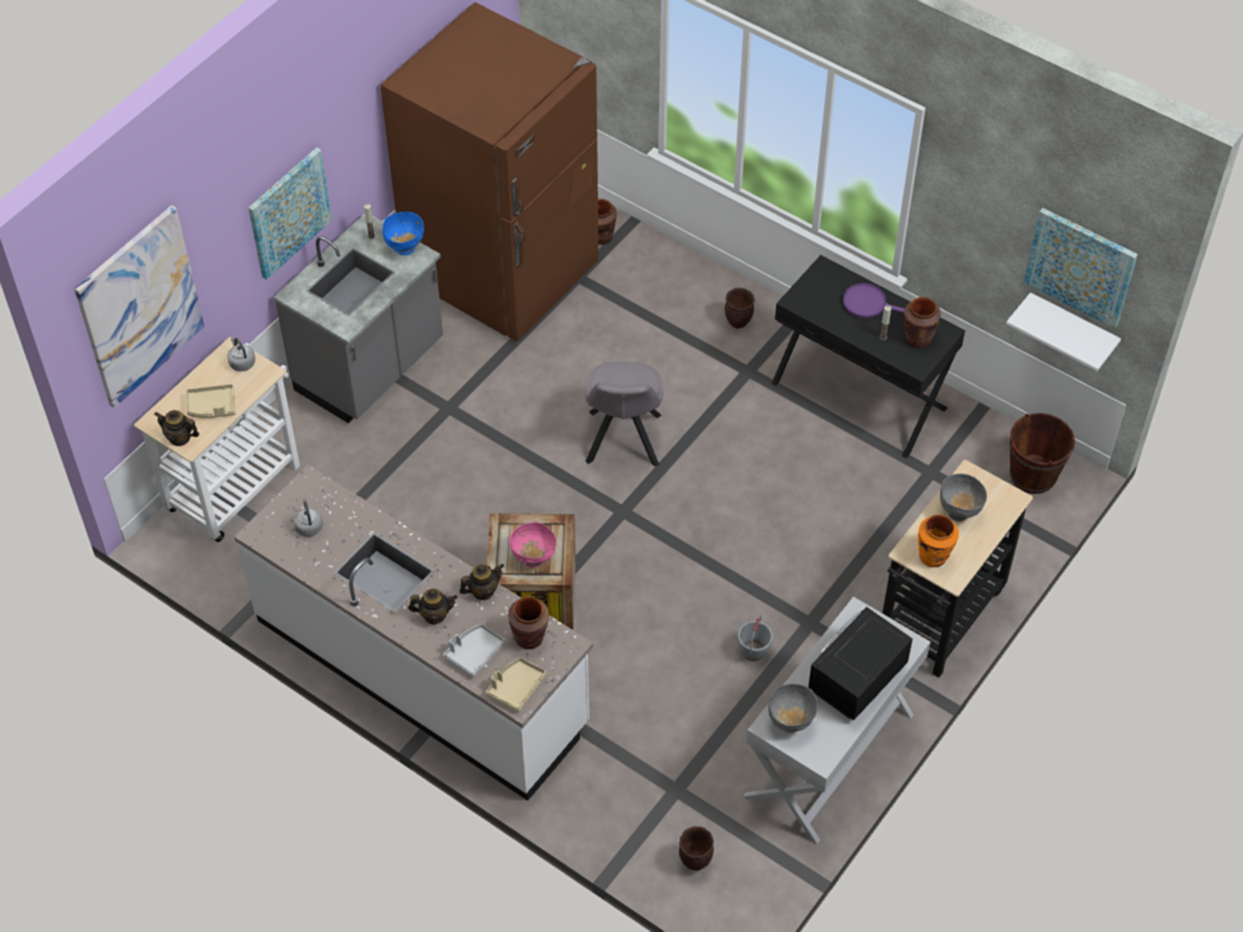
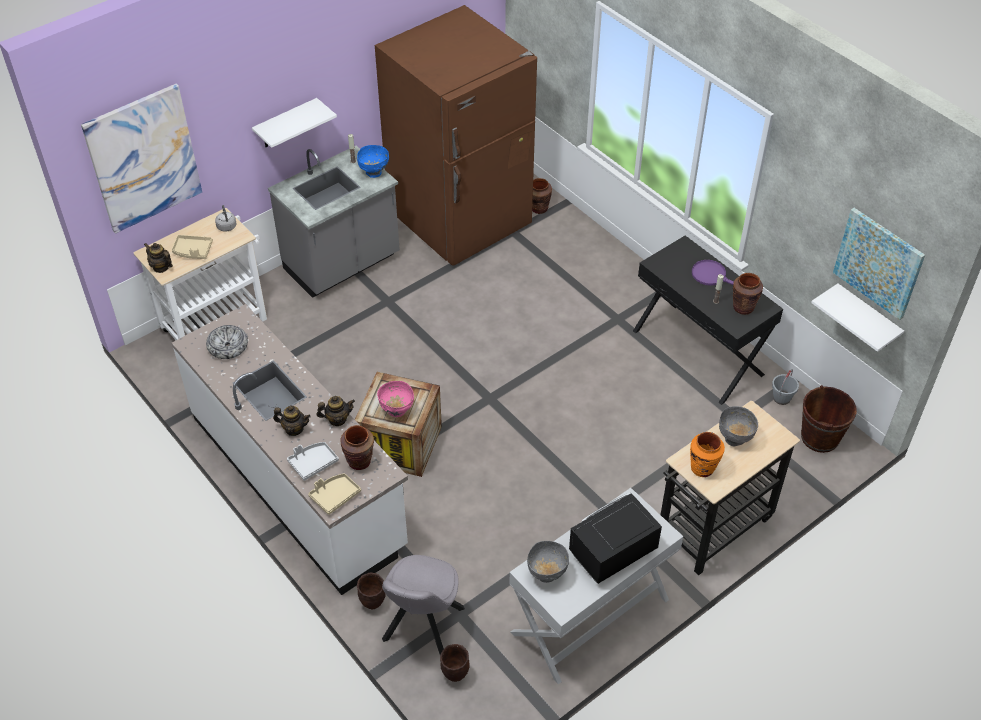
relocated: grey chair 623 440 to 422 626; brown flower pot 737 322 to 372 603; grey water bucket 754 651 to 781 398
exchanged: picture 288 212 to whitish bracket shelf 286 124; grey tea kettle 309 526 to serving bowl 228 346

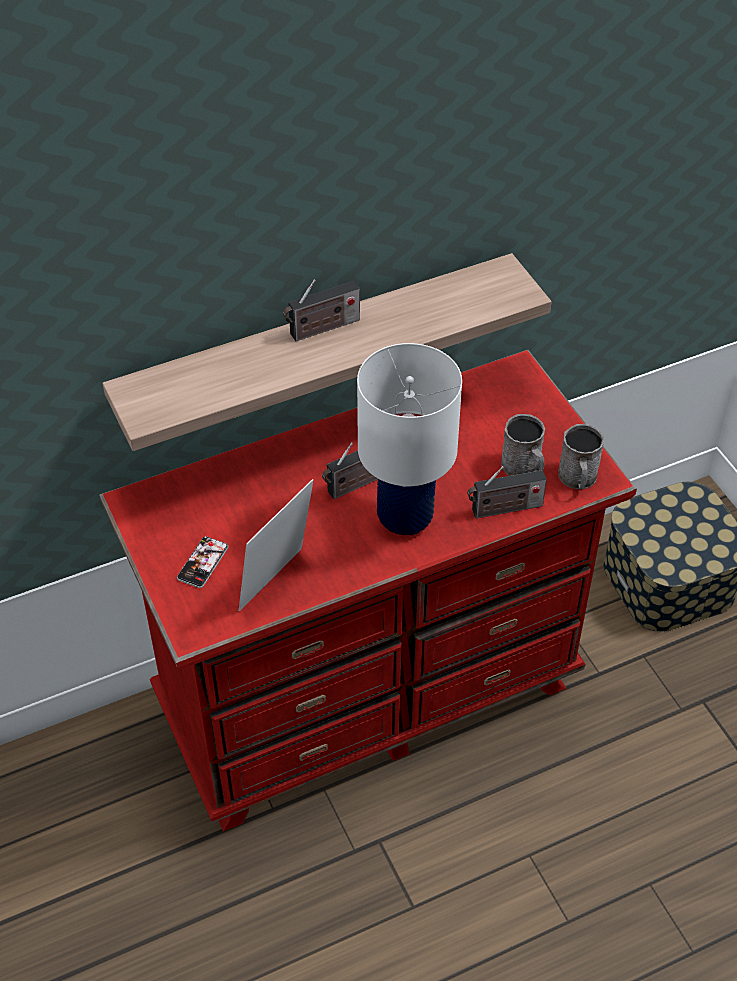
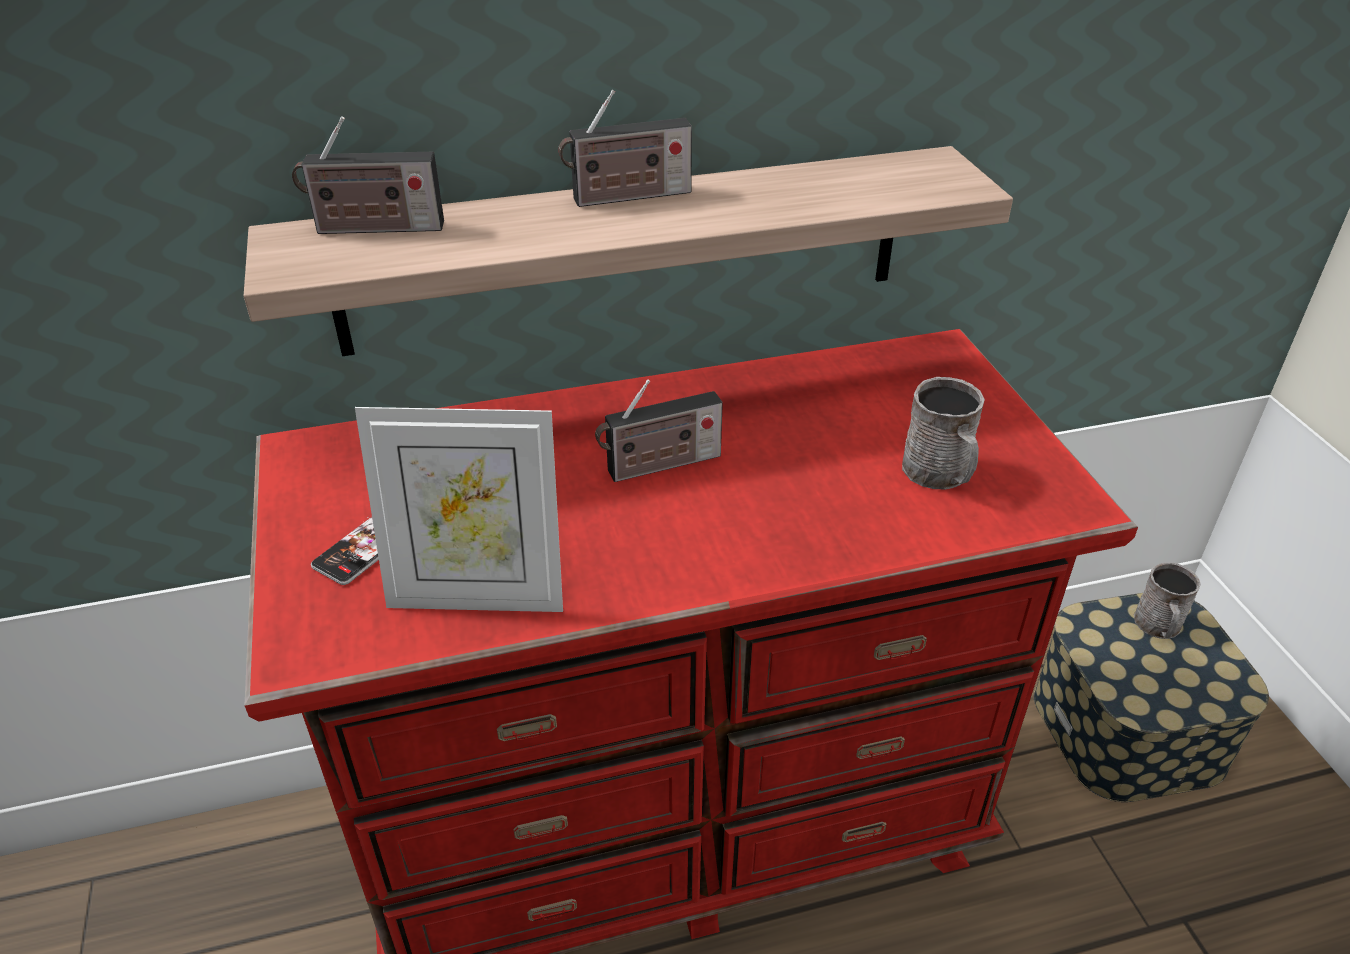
missing: whitish tabletop lamp 404 519
relocated: radio set 504 509 to 374 228; grey mug 578 479 to 1158 627
spun: photo frame 278 584 = 477 596 135 degrees counterclockwise

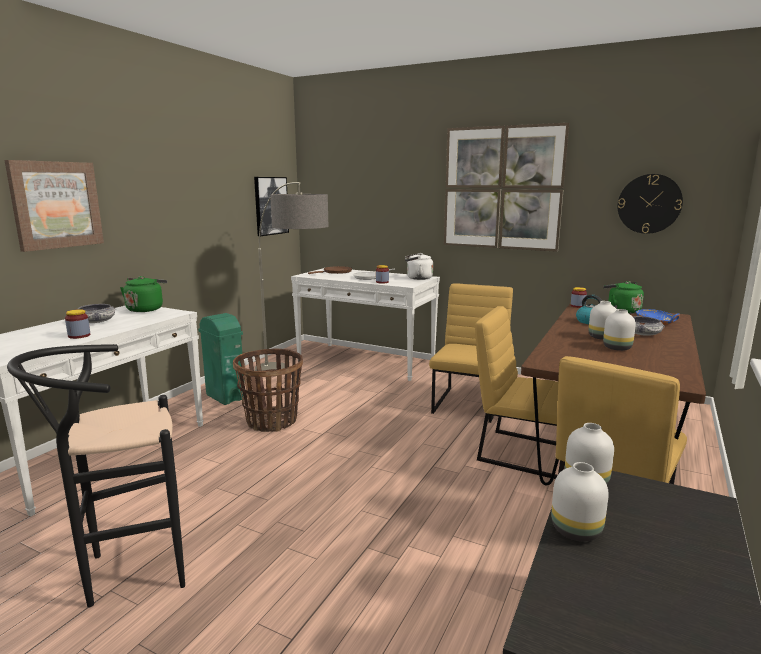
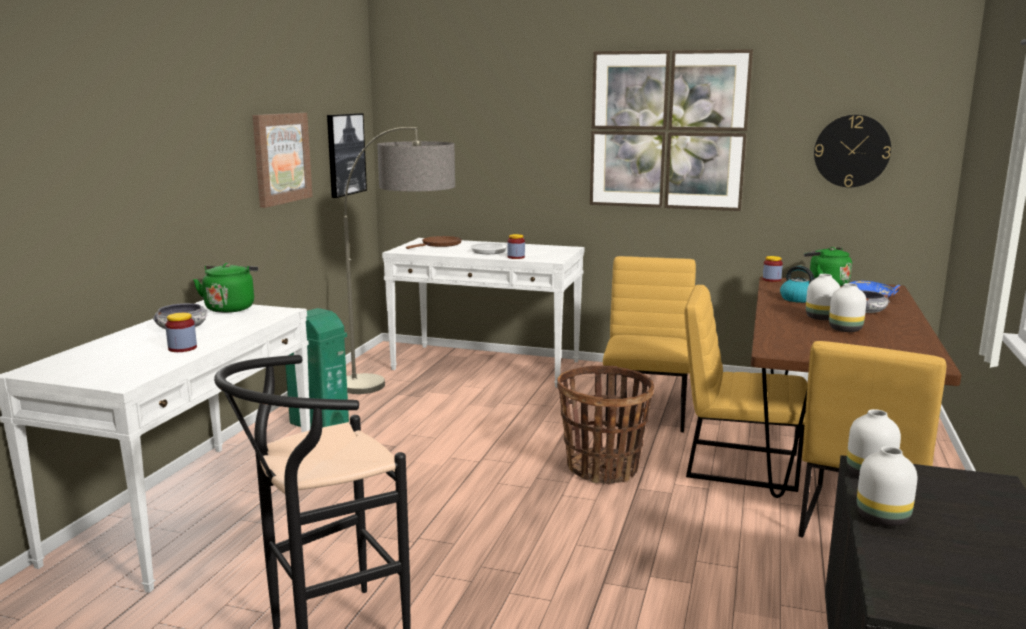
missing: whitish tea kettle 417 278
relocated: picture 56 205 to 281 158; storage basket 272 421 to 603 468

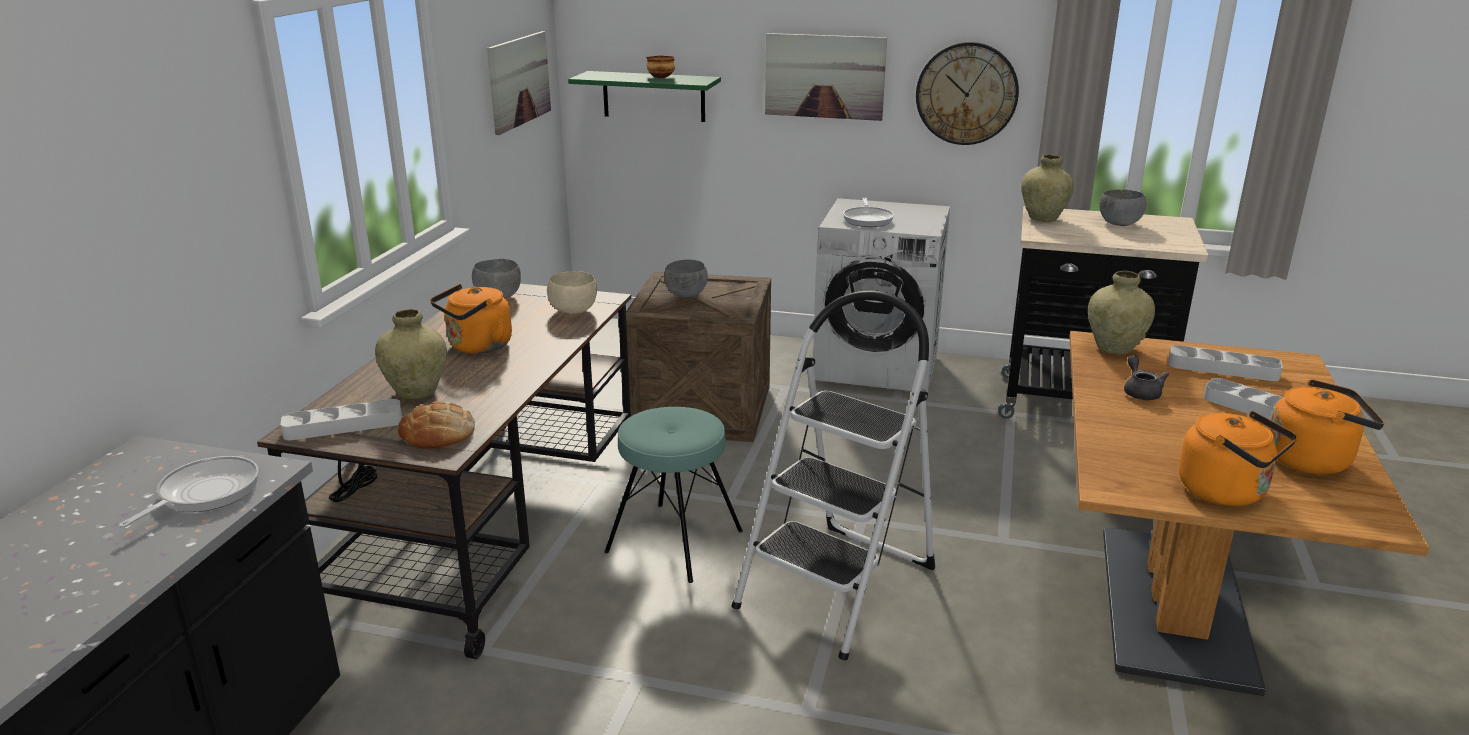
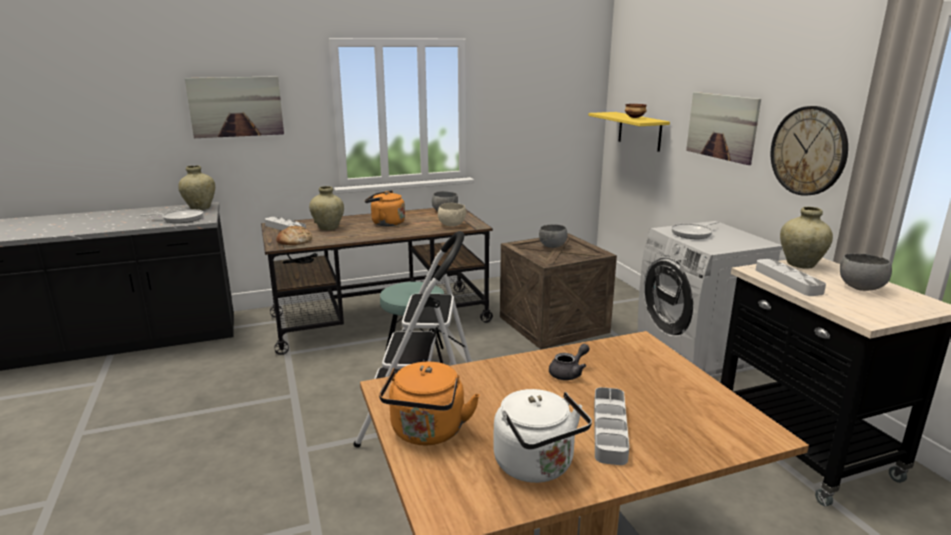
relocated: picture 519 81 to 236 107; beige decorative vase 1114 348 to 200 208; grey serving tray 1223 369 to 788 281
colour: greenish bracket shelf 653 96 to yellowish bracket shelf 639 131; orange tea kettle 1313 460 to whitish tea kettle 537 466

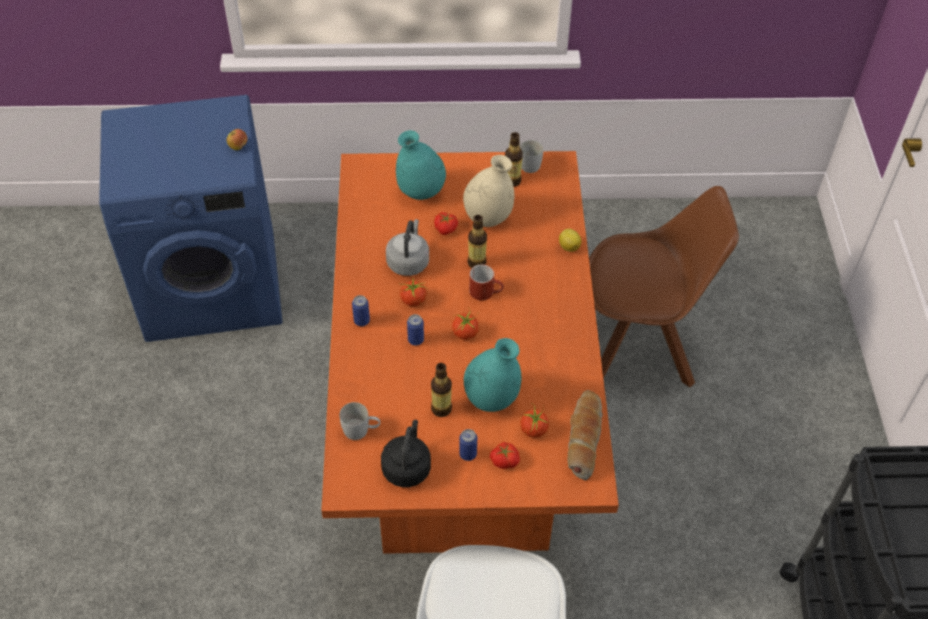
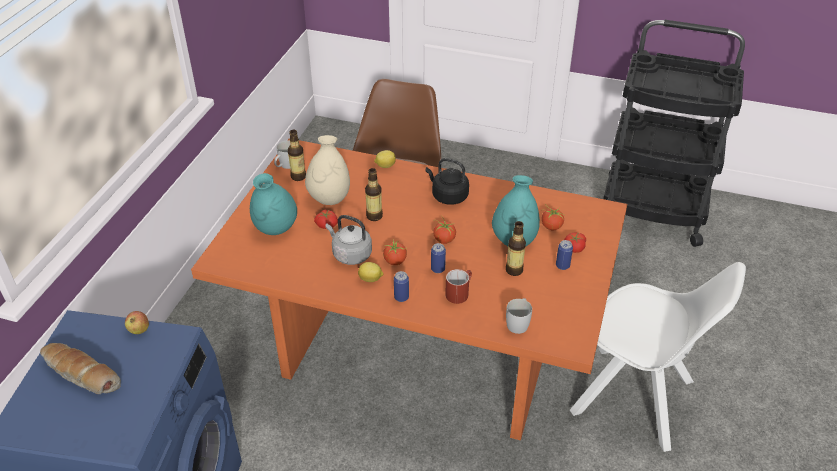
appeared: whole lemon 371 279
relocated: black tea kettle 407 467 to 448 196; reddish mug 486 292 to 459 292; baked bread 583 439 to 81 375

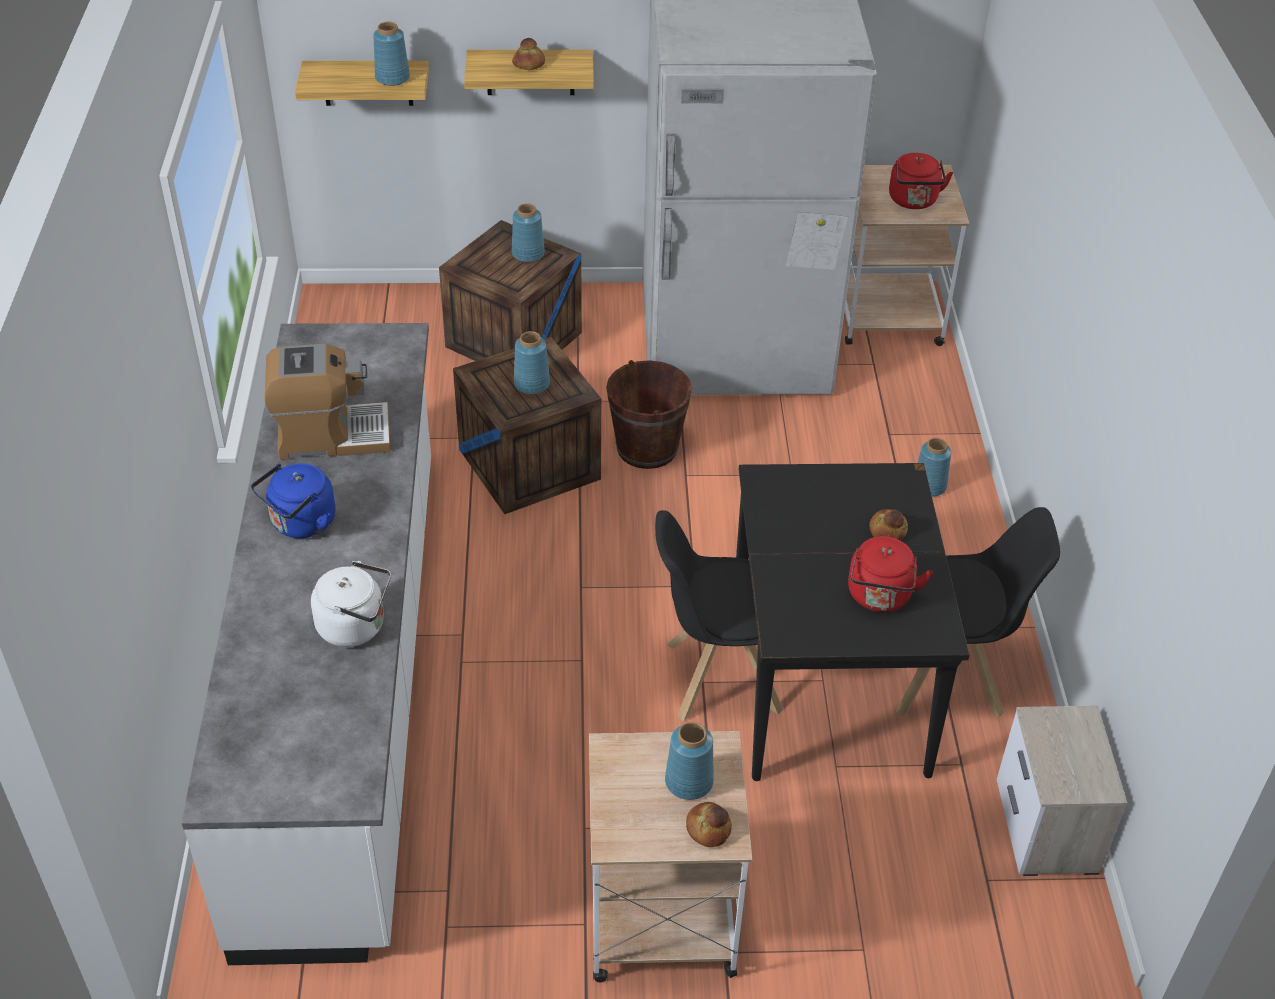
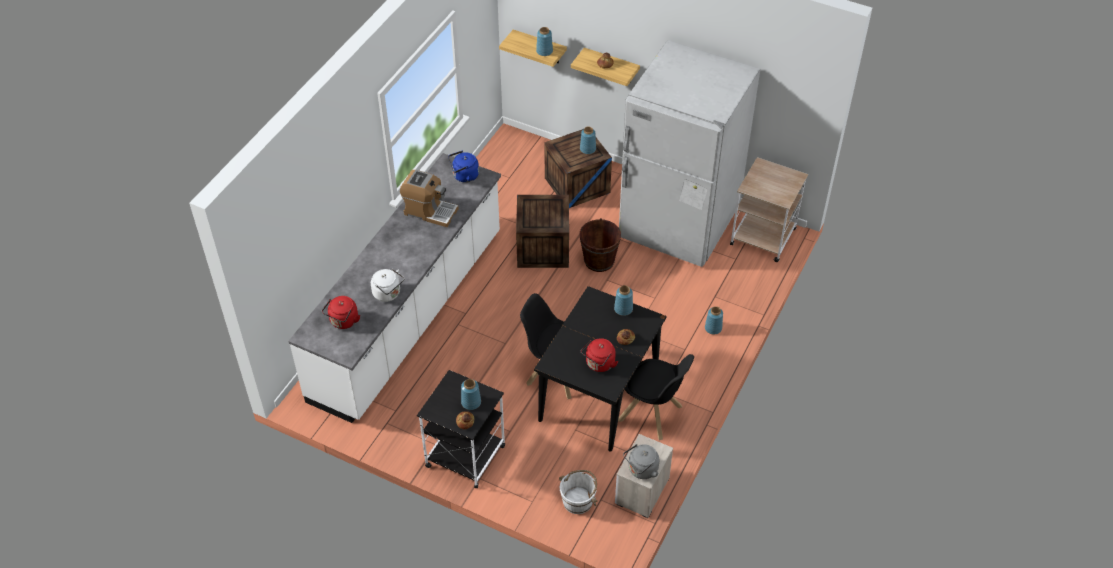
appeared: whitish water bucket 578 501; grey tea kettle 641 470
relocated: blue tea kettle 300 524 to 464 176; blue decorative vase 532 383 to 623 309; reddish tea kettle 914 201 to 343 322
colour: beige wheeled cart 658 917 to black wheeled cart 464 455

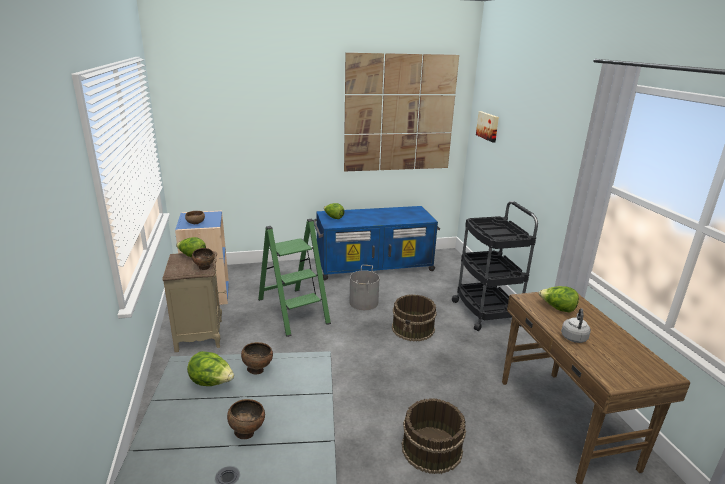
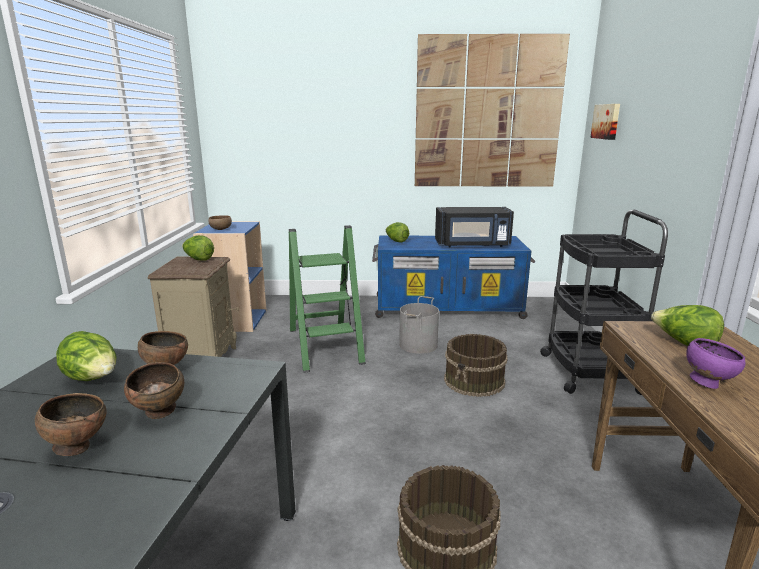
appeared: black kitchen microwave 472 245
relocated: brown serving bowl 205 268 to 160 413
exchanged: grey tea kettle 573 337 to purple serving bowl 707 383

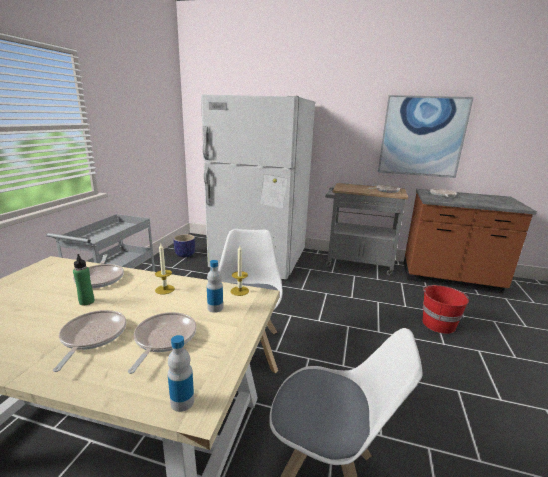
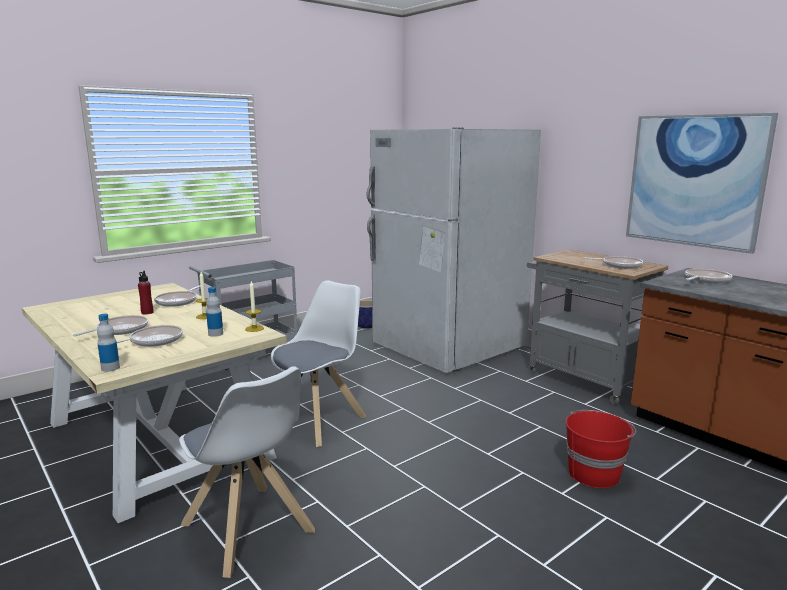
colour: greenish bottle 86 301 to reddish bottle 147 312

